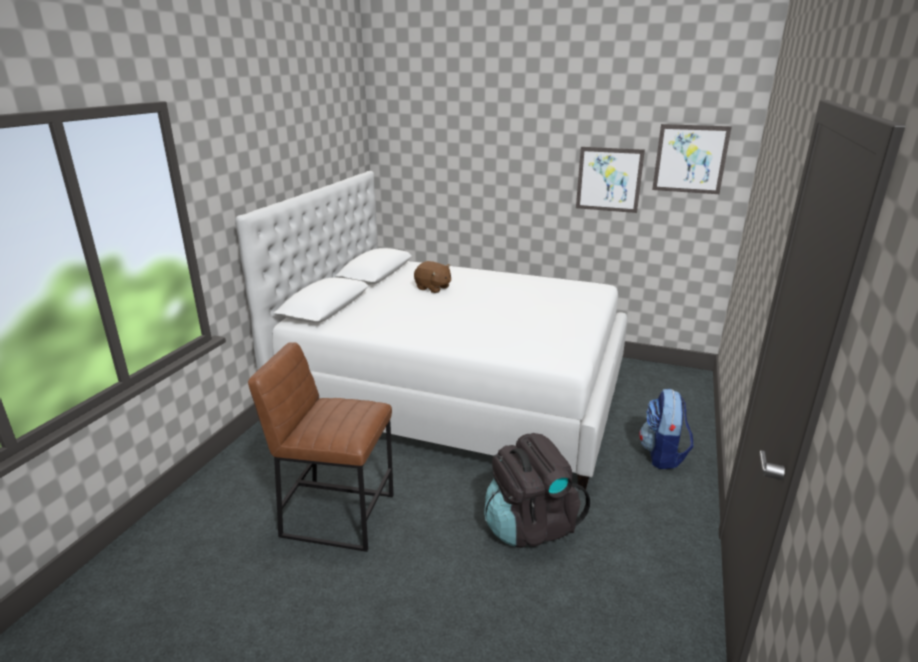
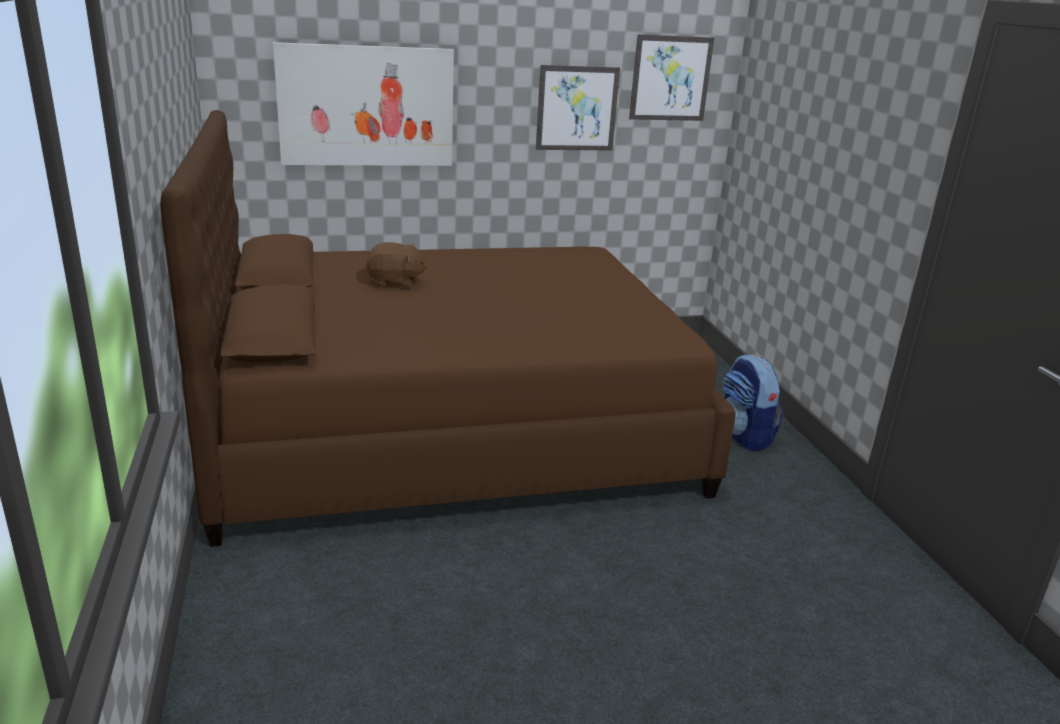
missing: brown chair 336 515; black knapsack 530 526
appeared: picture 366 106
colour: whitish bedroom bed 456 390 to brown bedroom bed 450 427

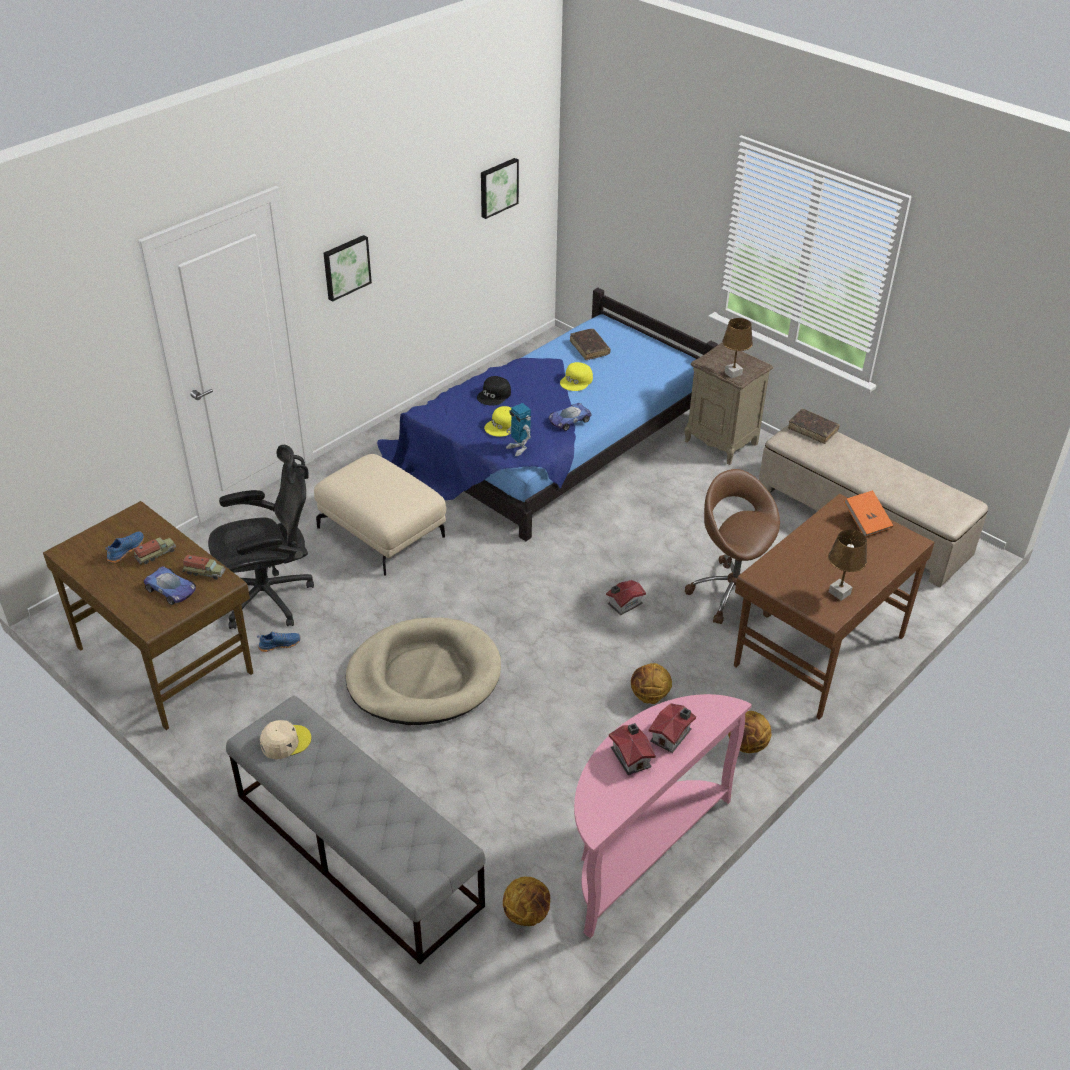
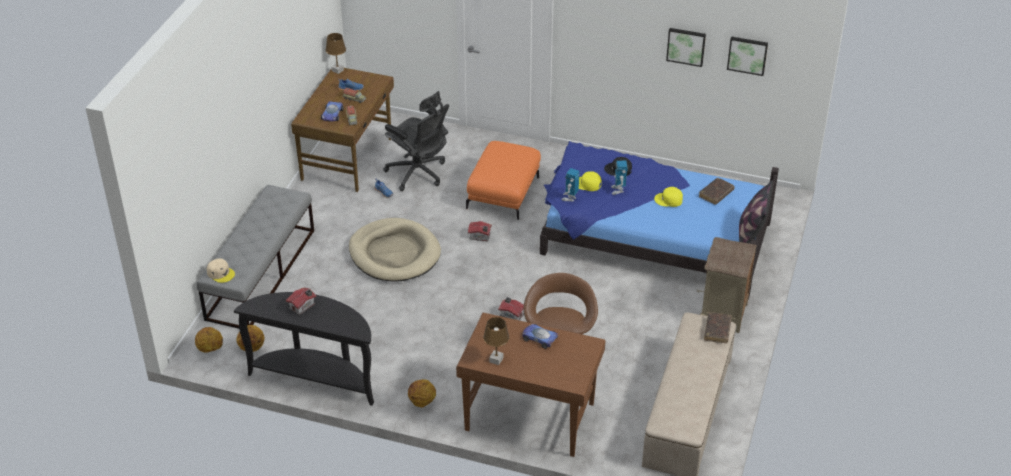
missing: orange volume 866 522
appeared: robot figure 618 190; throw pillow 751 233
relocated: beige peaked cap 285 742 to 220 273; picture 345 267 to 686 46; model car 568 420 to 539 338; basketball ball 649 696 to 210 349; model house 672 736 to 480 236; brown tabletop lamp 733 374 to 337 70
colour: beige footrest 383 532 to orange footrest 504 194; pinkish console table 640 849 to black console table 316 378

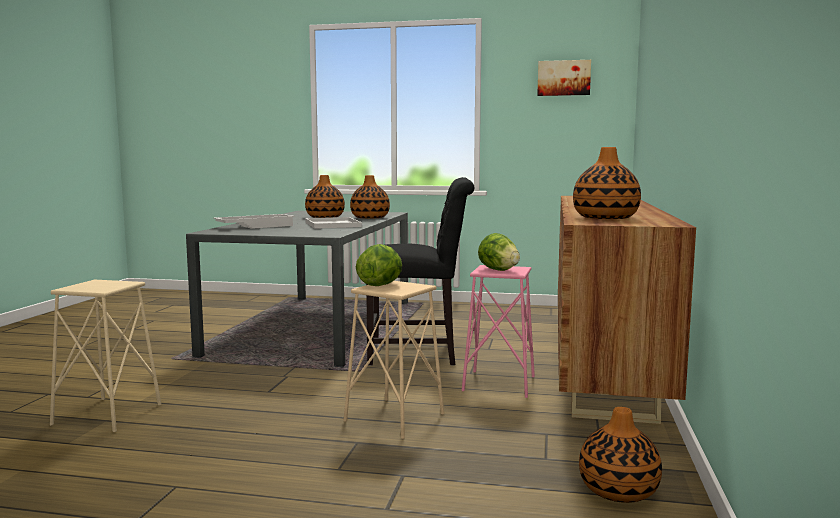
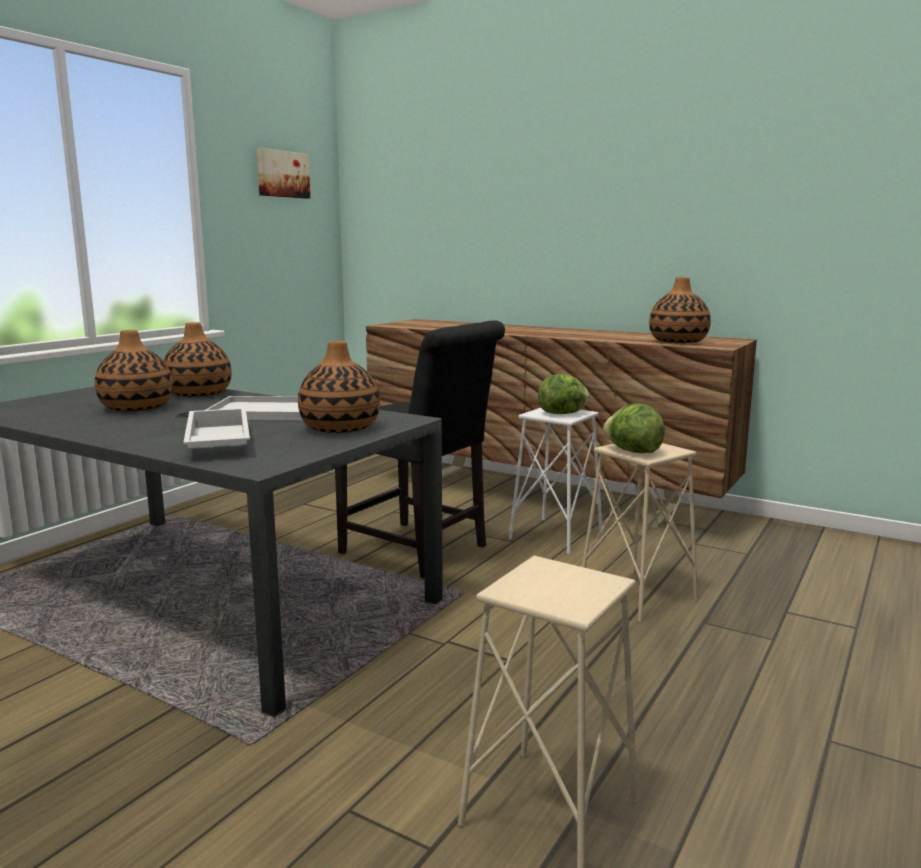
relocated: decorative vase 618 491 to 340 428
colour: pinkish stool seat 499 384 to whitish stool seat 556 536
spun: black chair 419 354 = 420 552 105 degrees clockwise

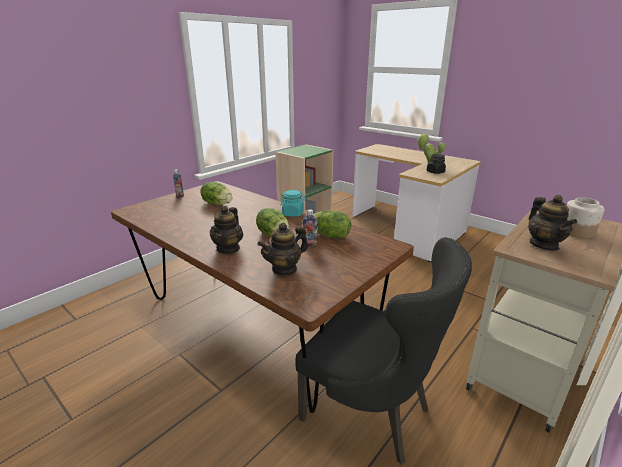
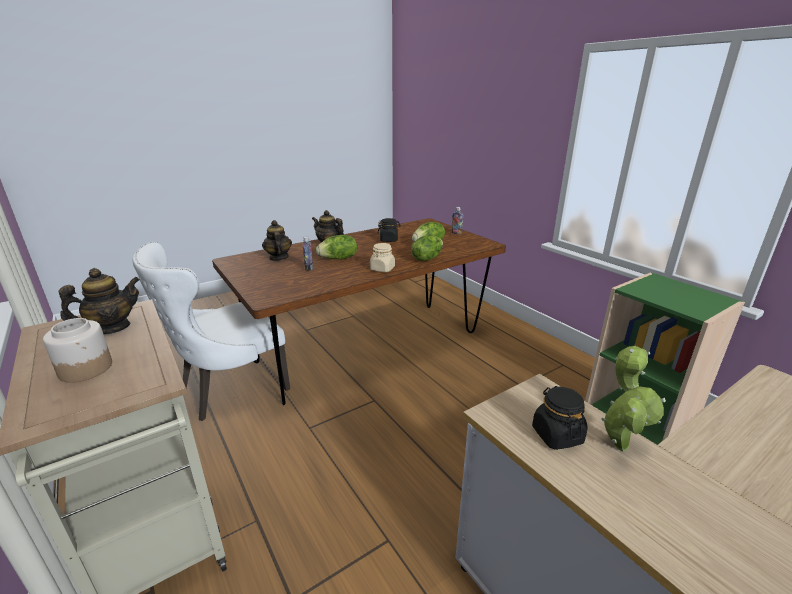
appeared: black jar 389 240
relocated: lettuce 329 236 to 426 258
colour: turquoise-coloured jar 293 213 to beige jar 382 269; black chair 372 411 to whitish chair 229 389
spun: teapot 544 245 = 112 328 135 degrees clockwise

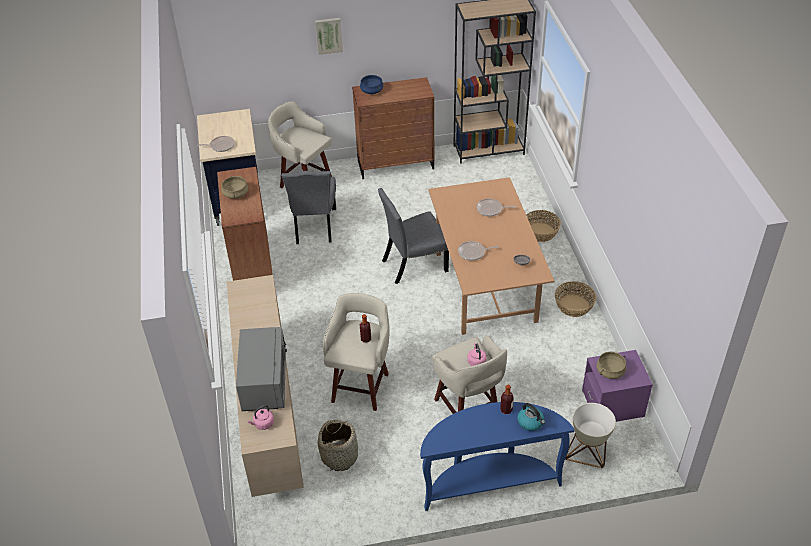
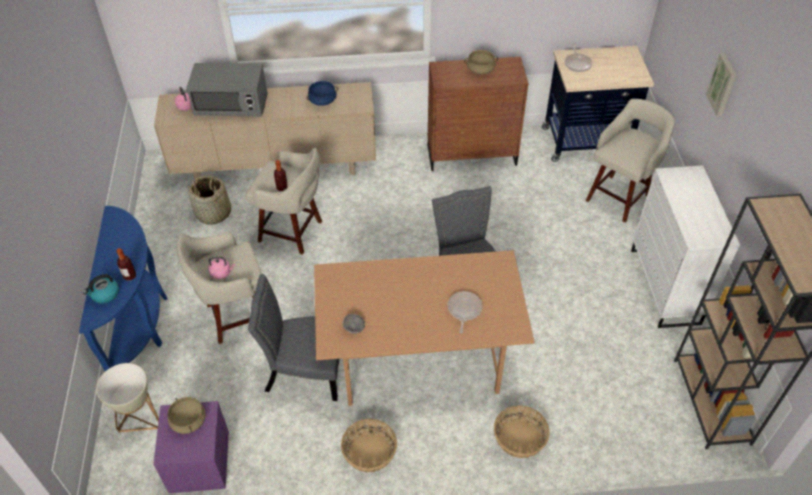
missing: skillet 473 253
relocated: grey chair 314 225 to 306 373; blue cooking pot 372 91 to 322 100
colour: brown drawer chest 395 164 to whitish drawer chest 666 286

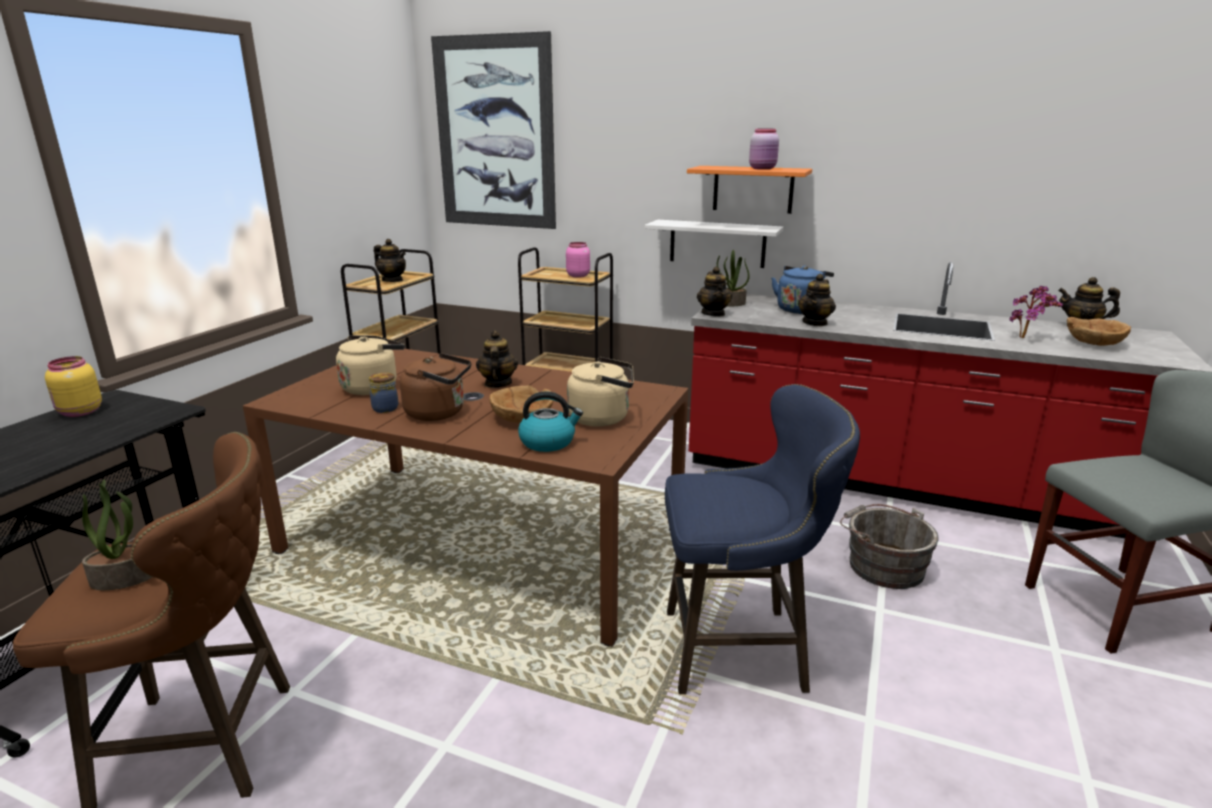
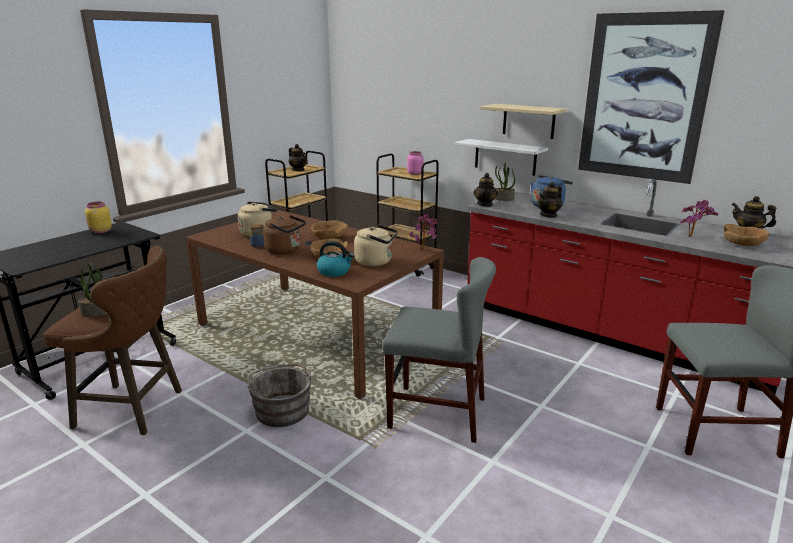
missing: pinkish jar 763 168
appeared: plant in a pot 424 249
relocated: picture 495 134 to 643 98; grey water bucket 882 565 to 281 409
exchanged: teapot 497 384 to brown serving bowl 329 237; blue stool seat 741 649 to grey chair 437 413
colour: orange bracket shelf 753 189 to beige bracket shelf 528 121

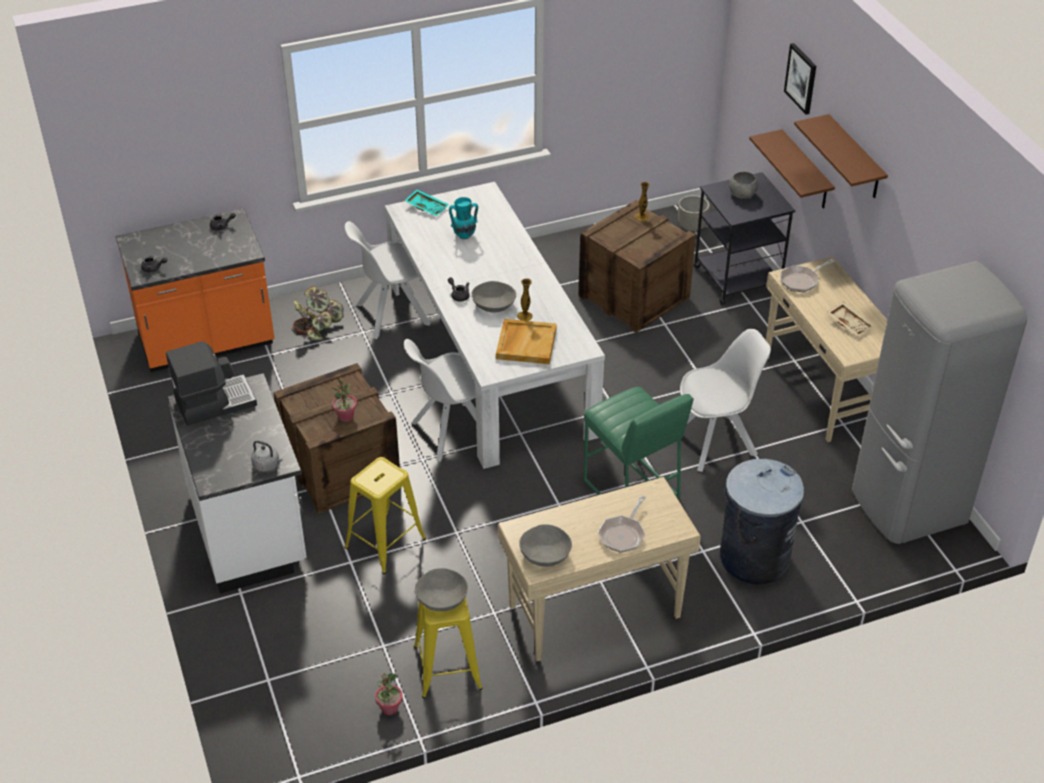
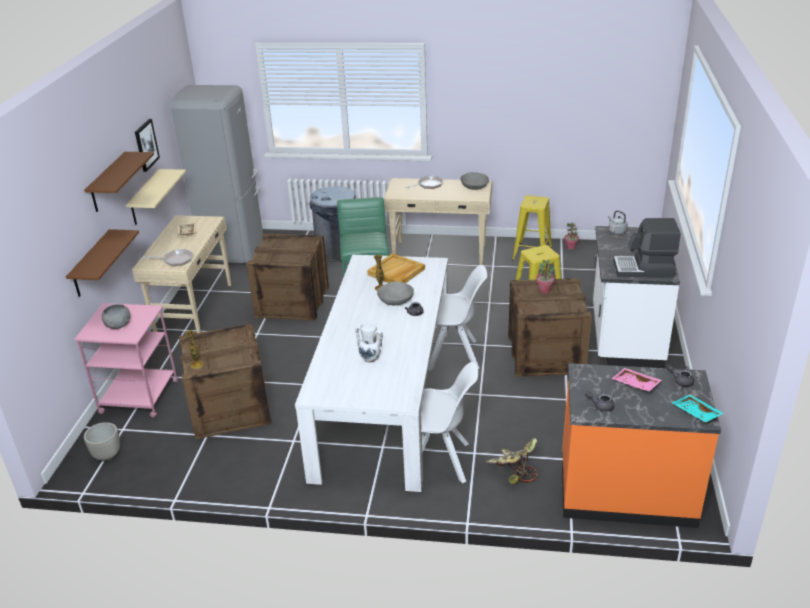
missing: grey serving bowl 442 598
appeared: beige bracket shelf 145 198; pinkish serving tray 635 385
relocated: turquoise-coloured serving tray 427 207 to 695 413; picture 801 78 to 146 145
exchanged: whitish chair 716 442 to crate 292 302
colour: turquoise-coloured decorative vase 464 235 to whitish decorative vase 370 359; black wheeled cart 737 280 to pinkish wheeled cart 139 395

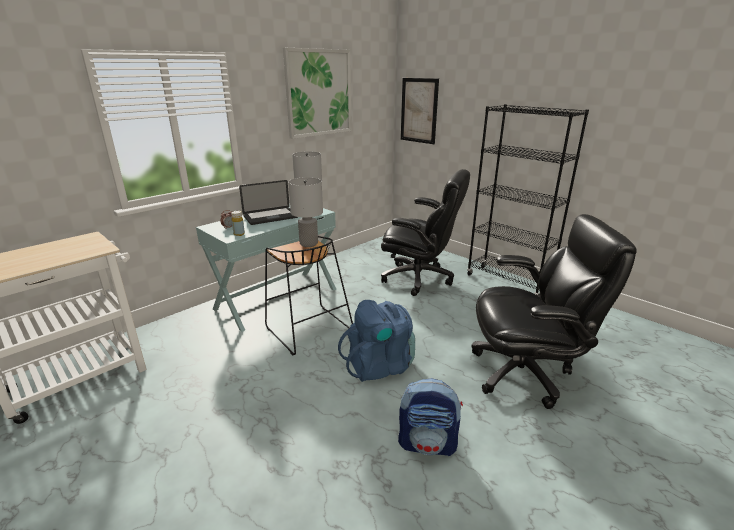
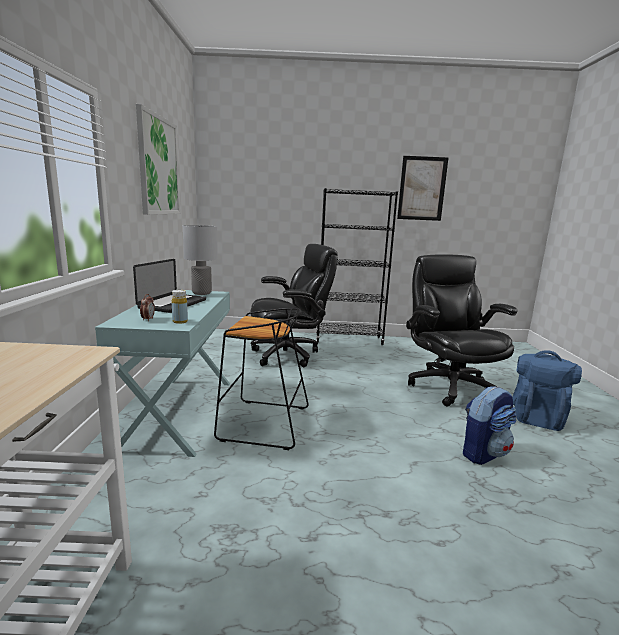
missing: grey tabletop lamp 309 245
relocated: blue knapsack 380 365 to 537 416; picture 419 110 to 422 188
spun: black desk chair 526 373 = 450 387 60 degrees counterclockwise

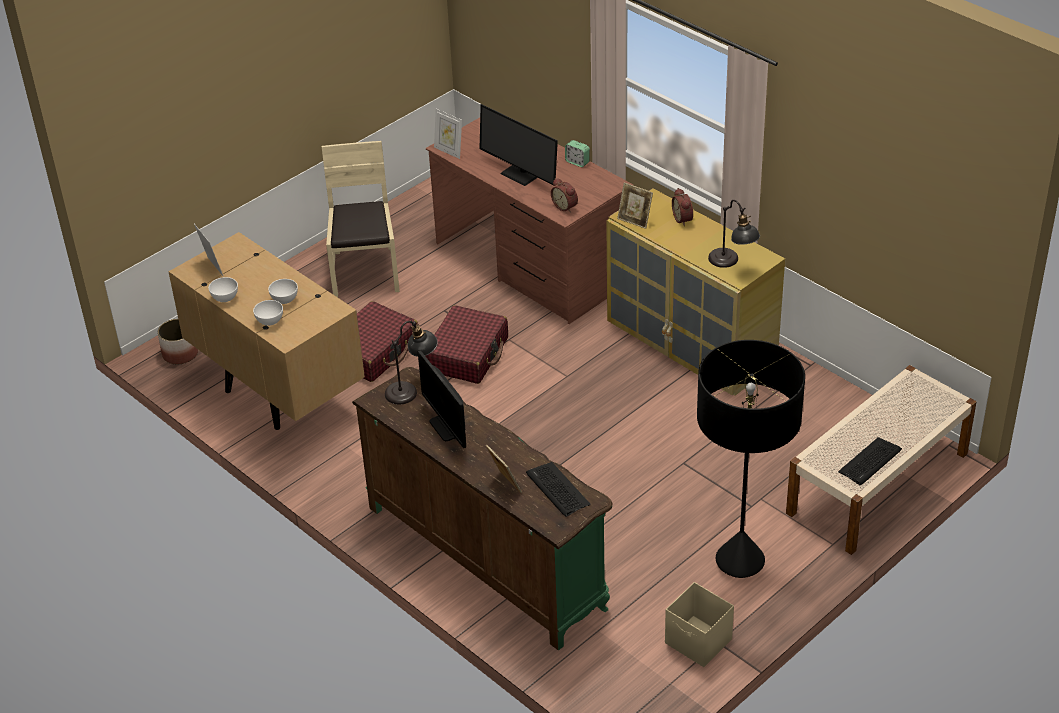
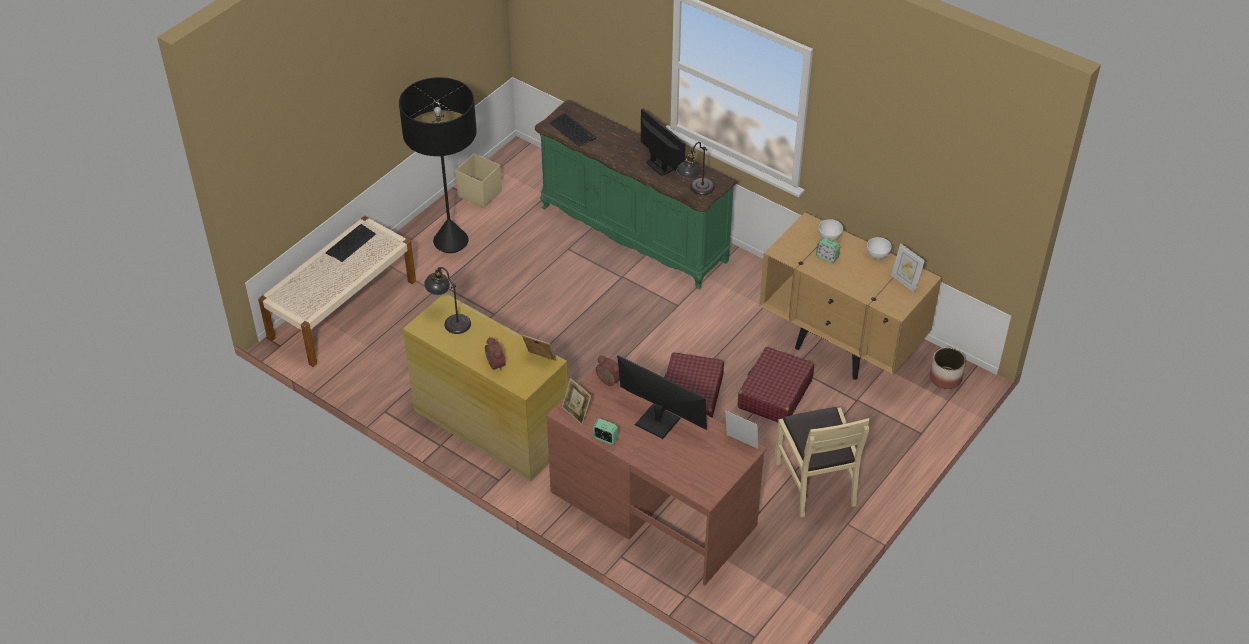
relocated: photo frame 504 484 to 576 413
exchanged: whitish serving bowl 284 300 to bedside clock 827 257

